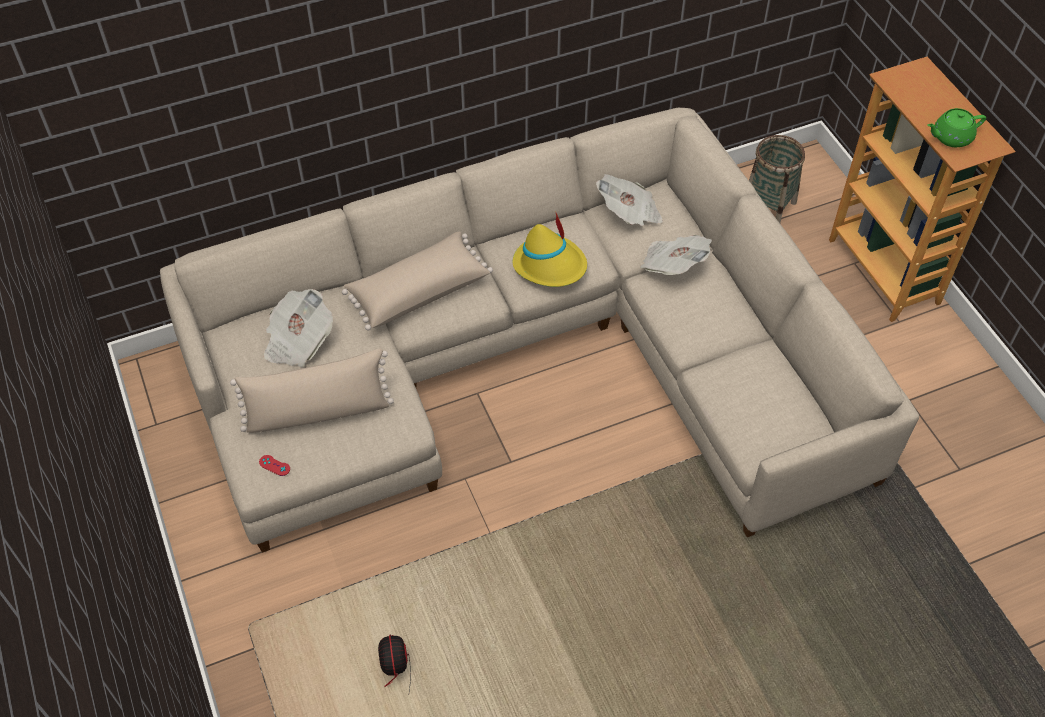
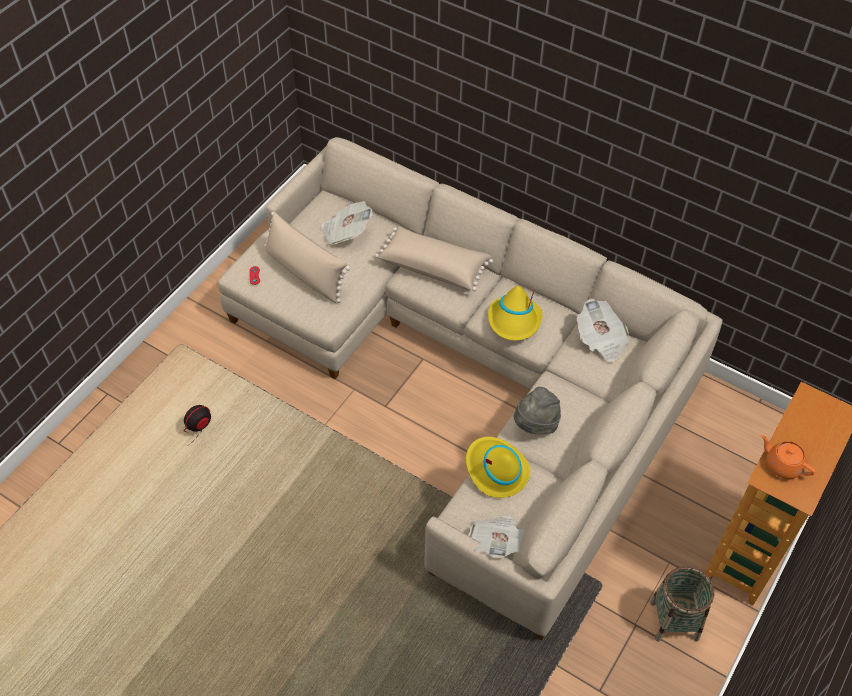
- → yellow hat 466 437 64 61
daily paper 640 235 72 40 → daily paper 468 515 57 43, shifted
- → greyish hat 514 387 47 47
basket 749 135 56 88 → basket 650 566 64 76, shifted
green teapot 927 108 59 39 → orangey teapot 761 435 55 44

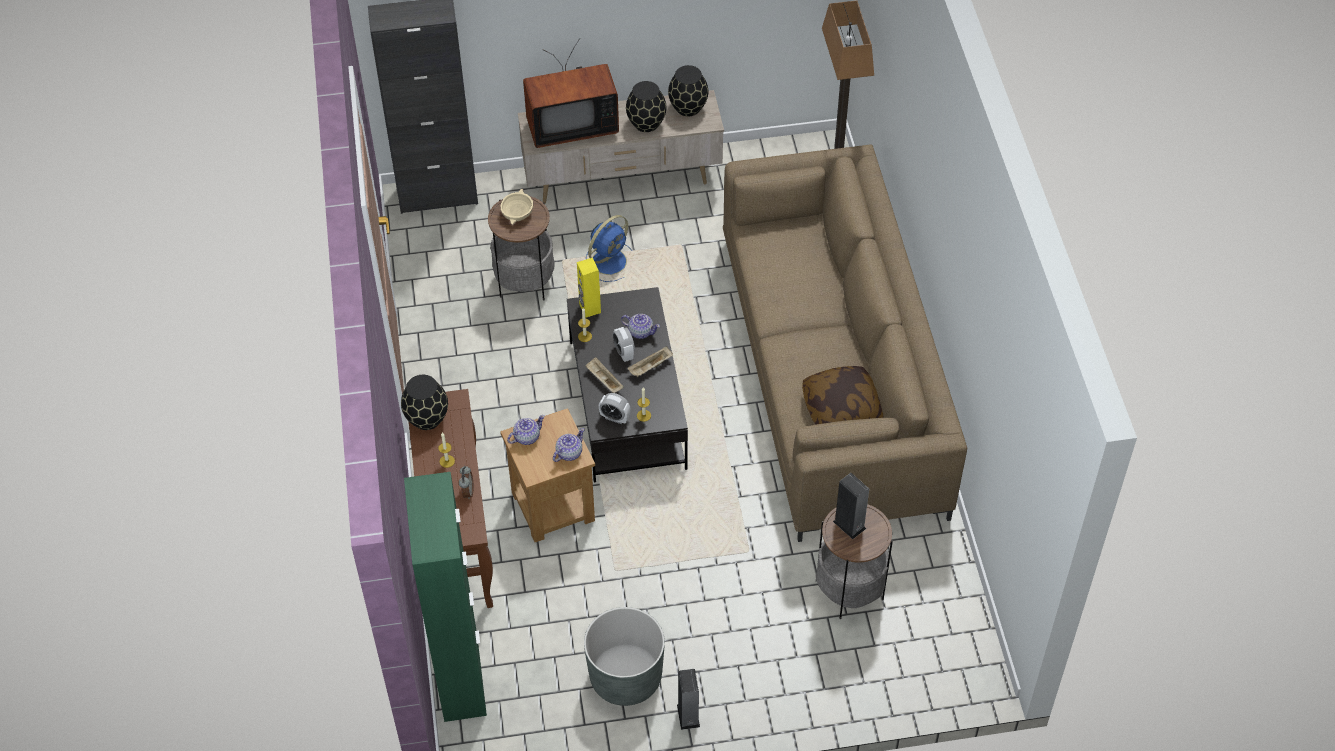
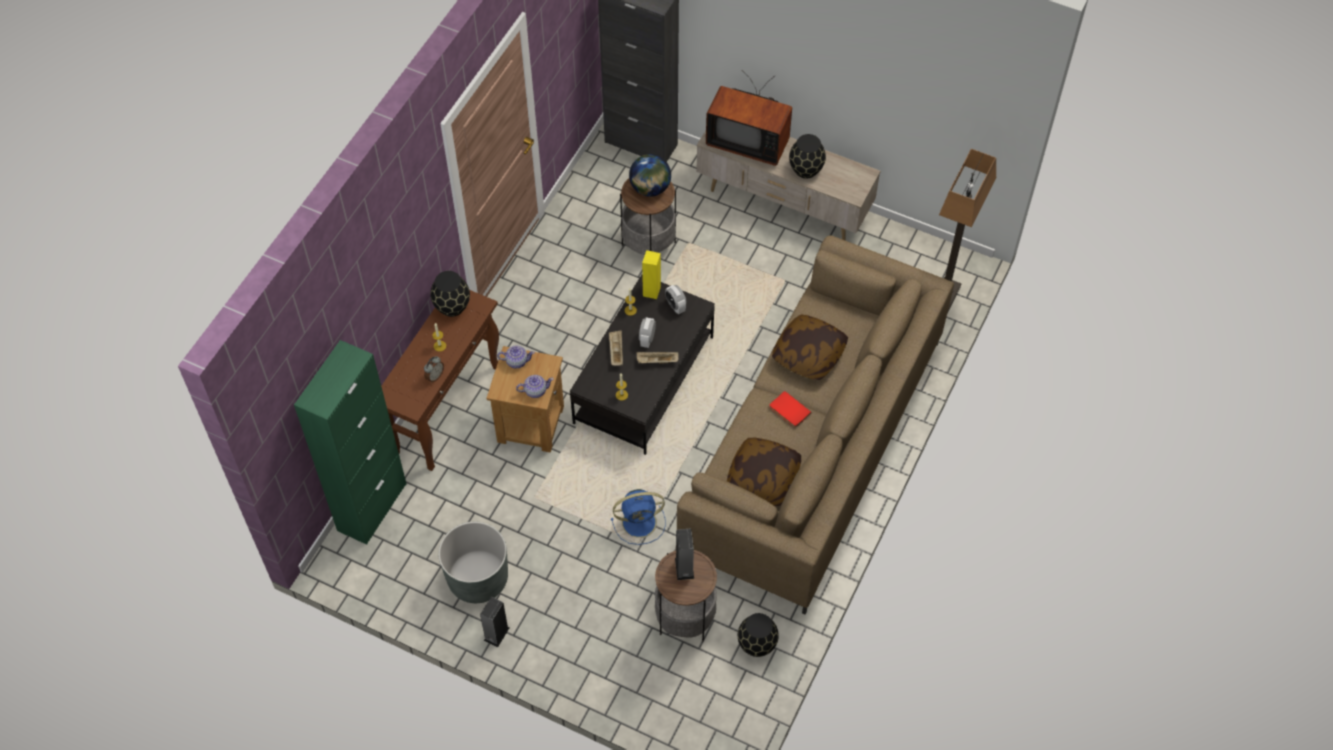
bluish electric fan 586 215 47 67 → bluish electric fan 611 489 55 56, shifted
sand-coloured deep dish 500 189 33 36 → desk globe 629 154 42 43
bedside clock 599 393 32 31 → bedside clock 665 285 22 30, shifted
black-coloured vase 668 65 40 51 → black-coloured vase 738 613 41 44, shifted
- → red volume 769 391 42 37
- → throw pillow 772 315 76 65
teapot 621 314 39 25 → -

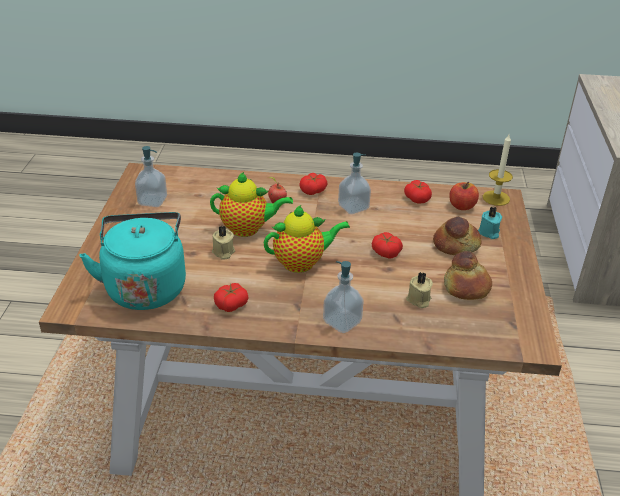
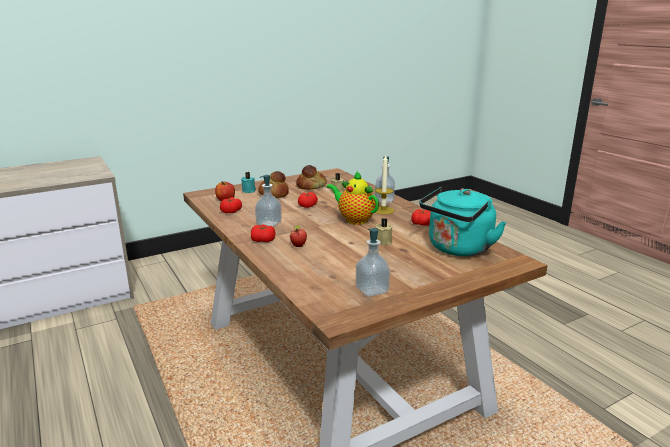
candle 483 134 30 72 → candle 375 154 19 60, shifted
teapot 210 172 83 65 → -

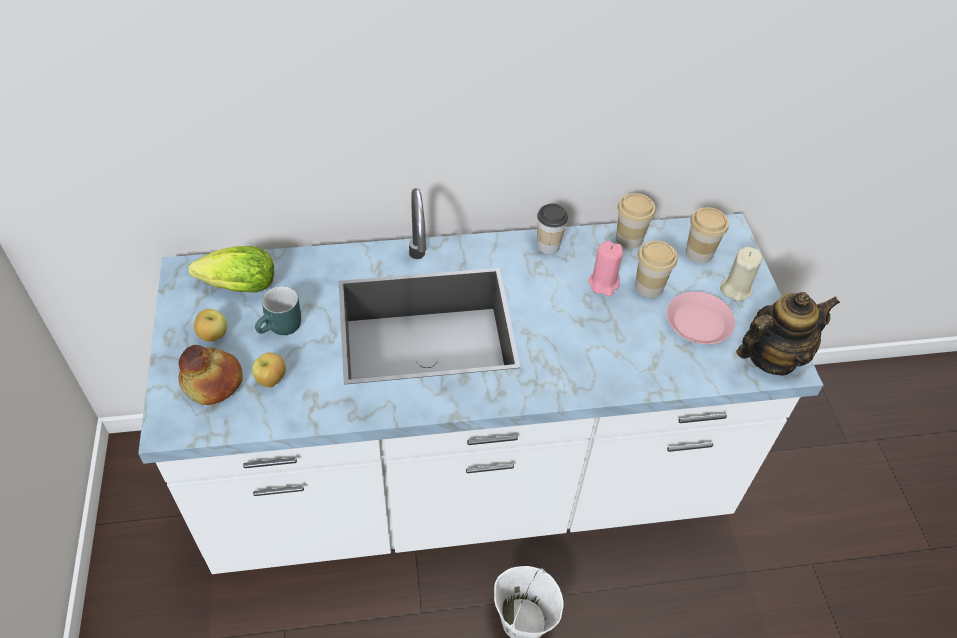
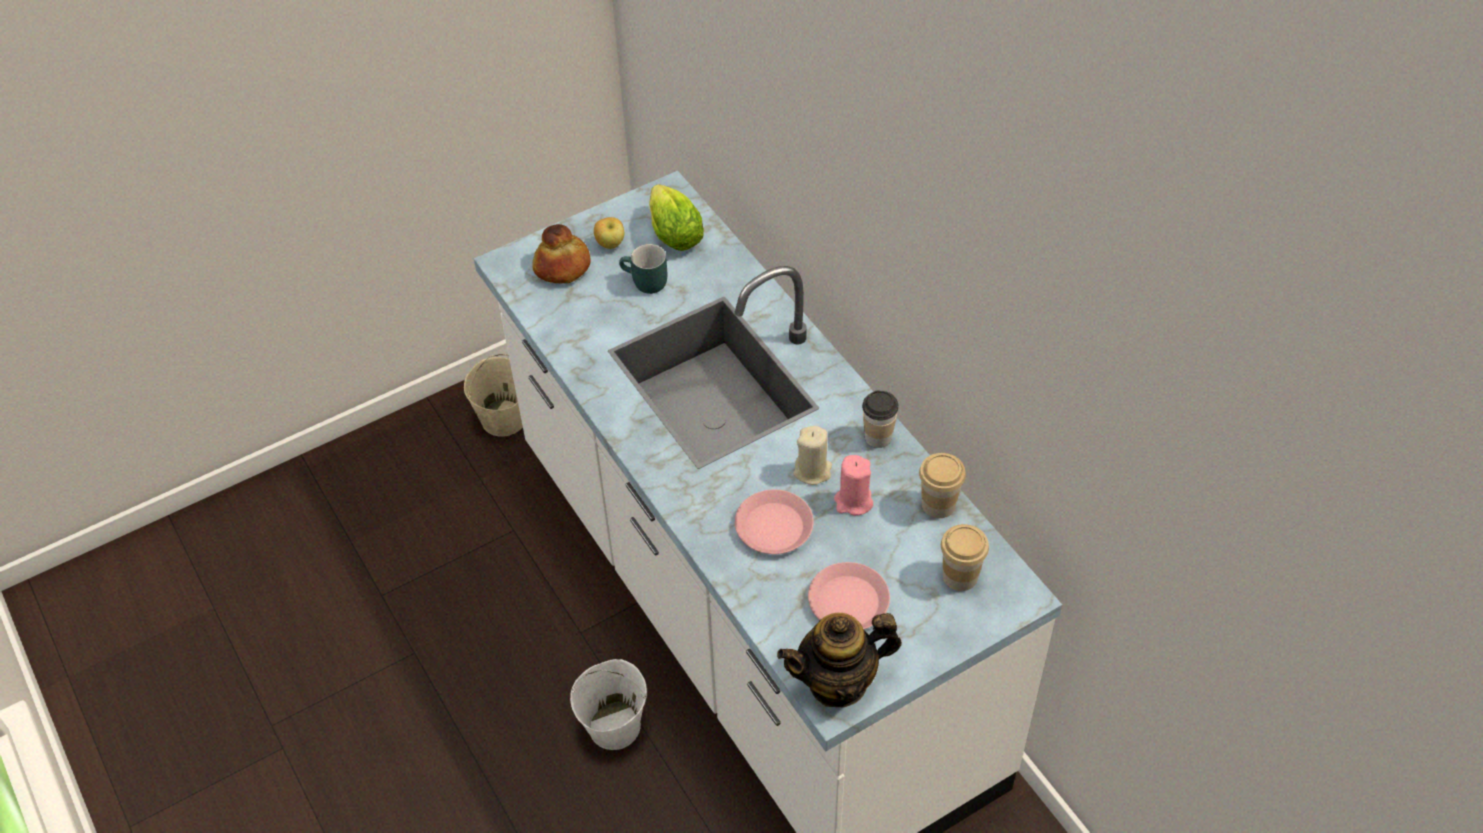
- → sand-coloured pail 464 354 59 83
- → pinkish flat dish 735 490 79 64
teapot 736 292 104 84 → teapot 777 613 125 95, 120 degrees clockwise
sand-coloured candle 720 247 43 54 → sand-coloured candle 793 426 39 59, shifted
apple 252 353 34 35 → -
small cup 635 241 42 57 → -

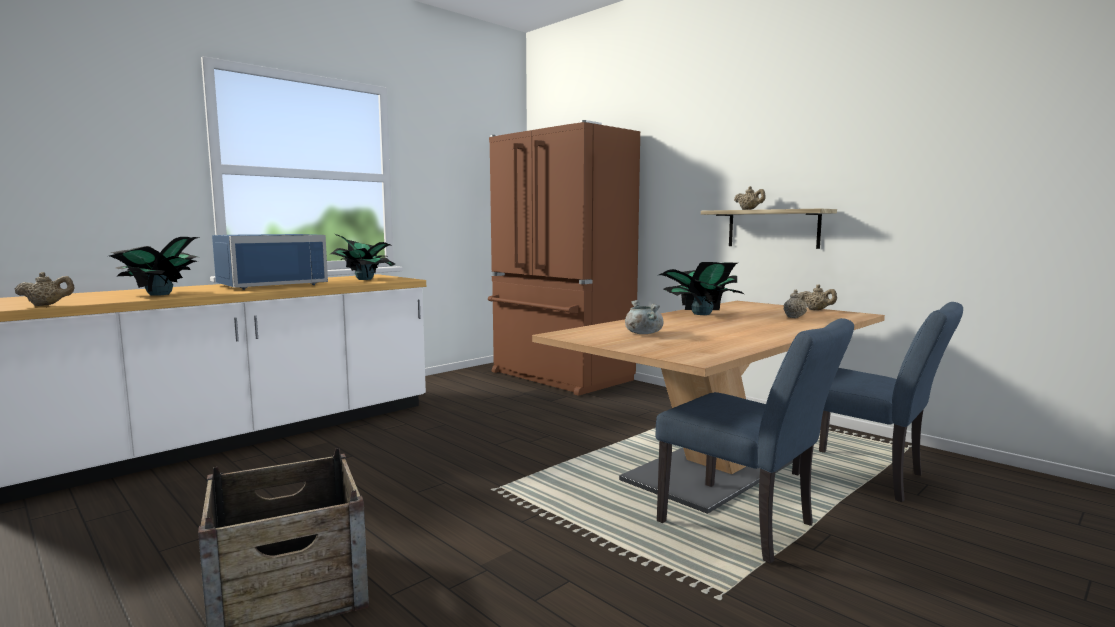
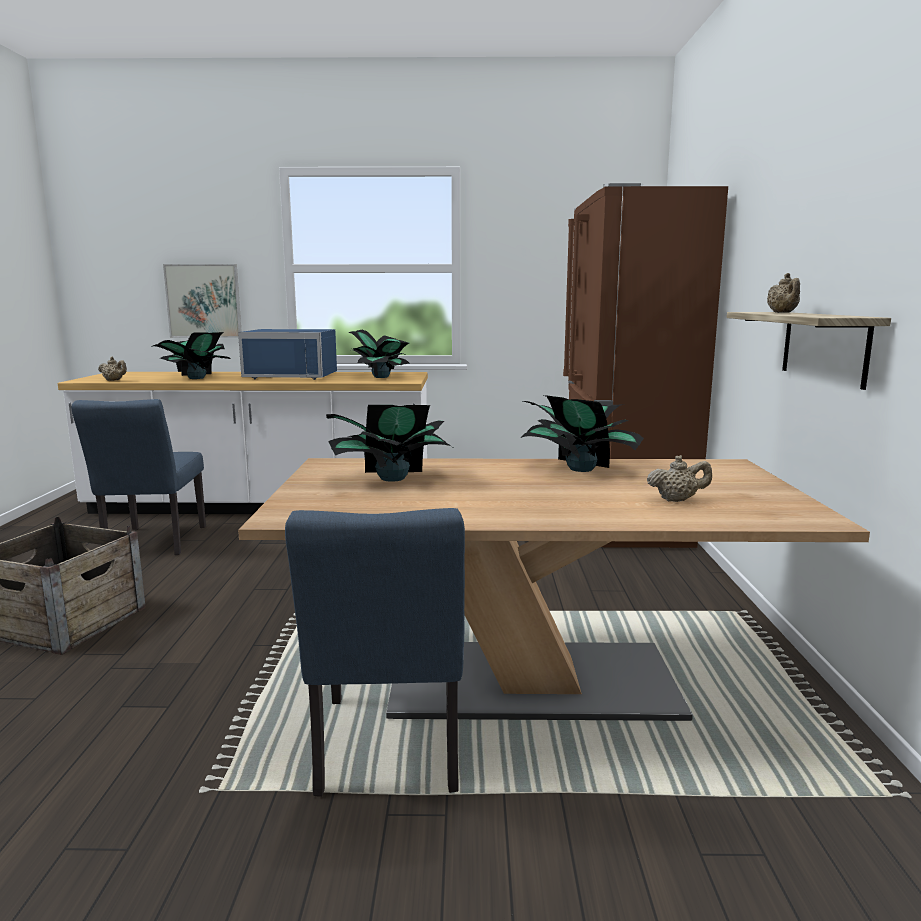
bluish upright chair 792 302 171 200 → bluish upright chair 72 399 134 156, shifted
- → picture 163 264 79 74
greyish cooking pot 625 300 39 34 → potted plant 326 405 129 77
sand-coloured teapot 804 284 33 26 → -

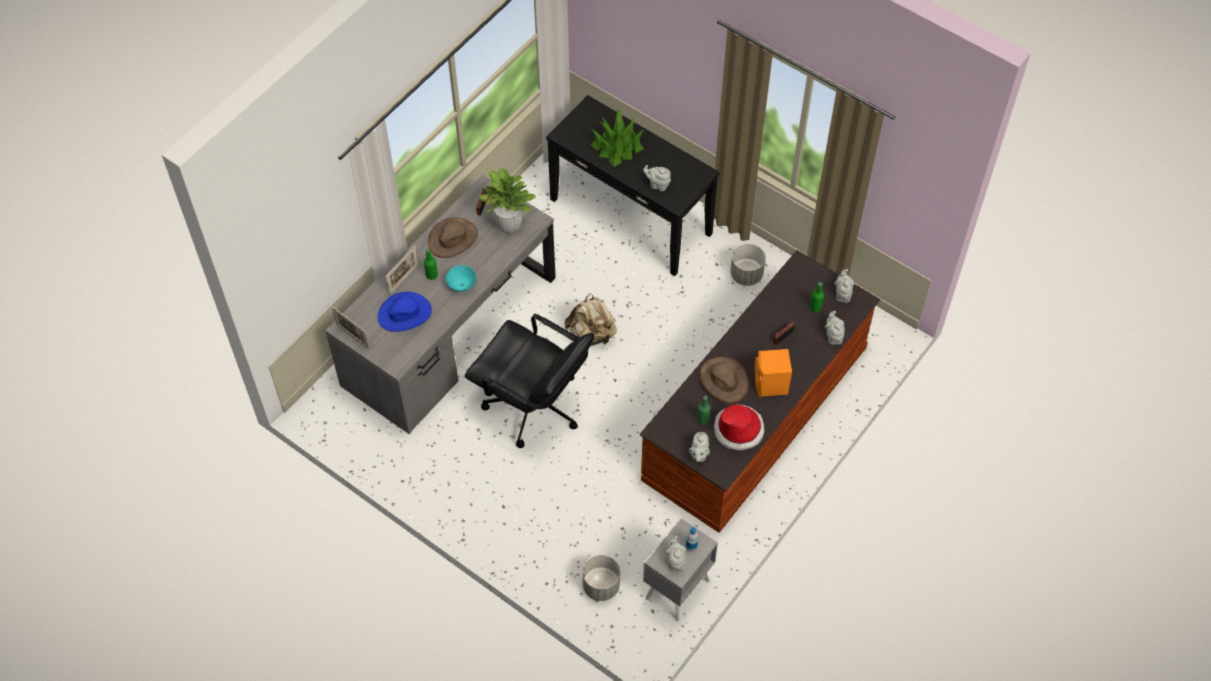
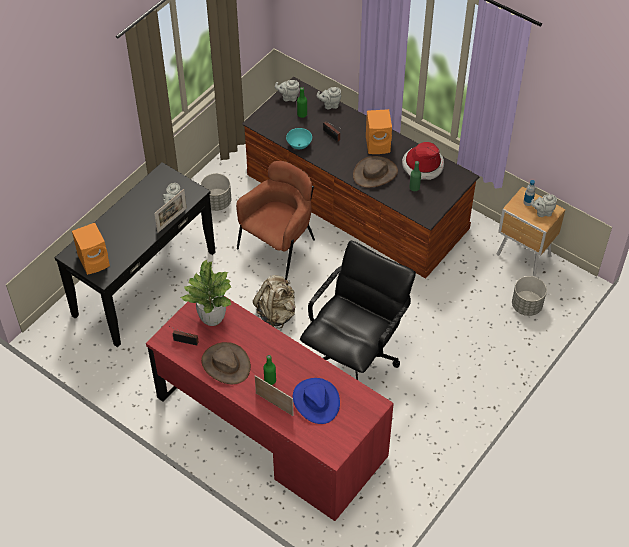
- → orangey audio speaker 72 223 38 52
greyish desk 325 175 231 259 → red desk 146 297 248 224
standing frame 332 306 38 44 → standing frame 154 189 33 44, shifted
- → brownish easy chair 236 161 79 119
blue-green deep dish 446 265 30 27 → blue-green deep dish 286 128 26 21, shifted
greyish night table 643 518 75 103 → brownish night table 497 187 69 89
potted plant 591 108 54 59 → -
greyish teapot 689 432 21 30 → -

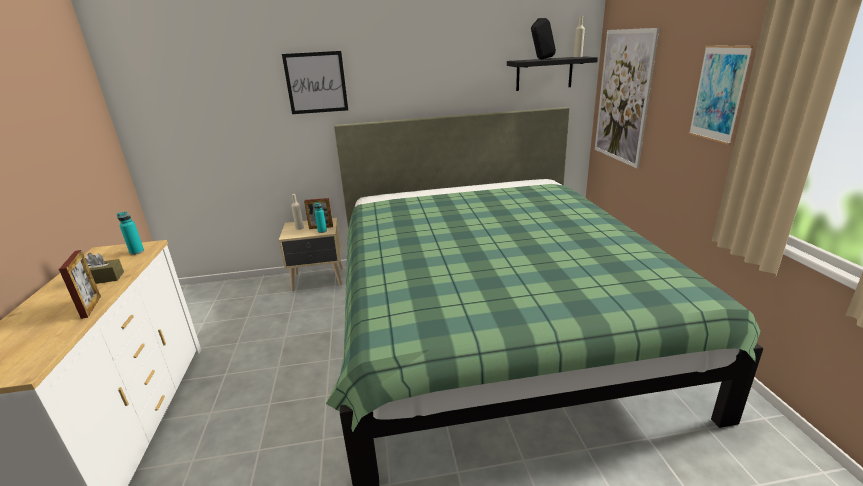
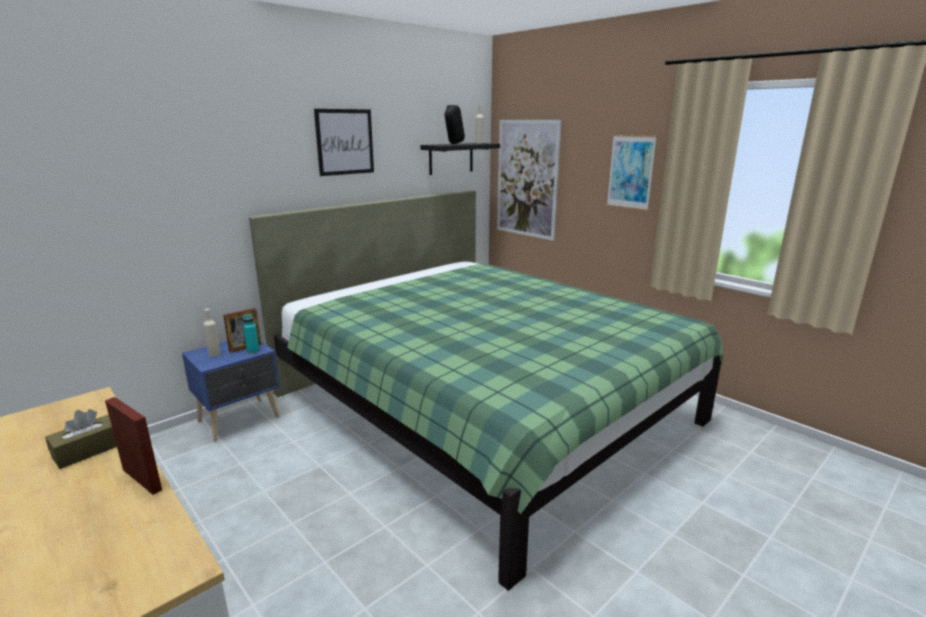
sand-coloured night table 279 218 64 73 → bluish night table 182 341 98 100
picture 282 51 66 63 → picture 314 109 60 67, shifted
blue-green bottle 117 212 27 43 → -

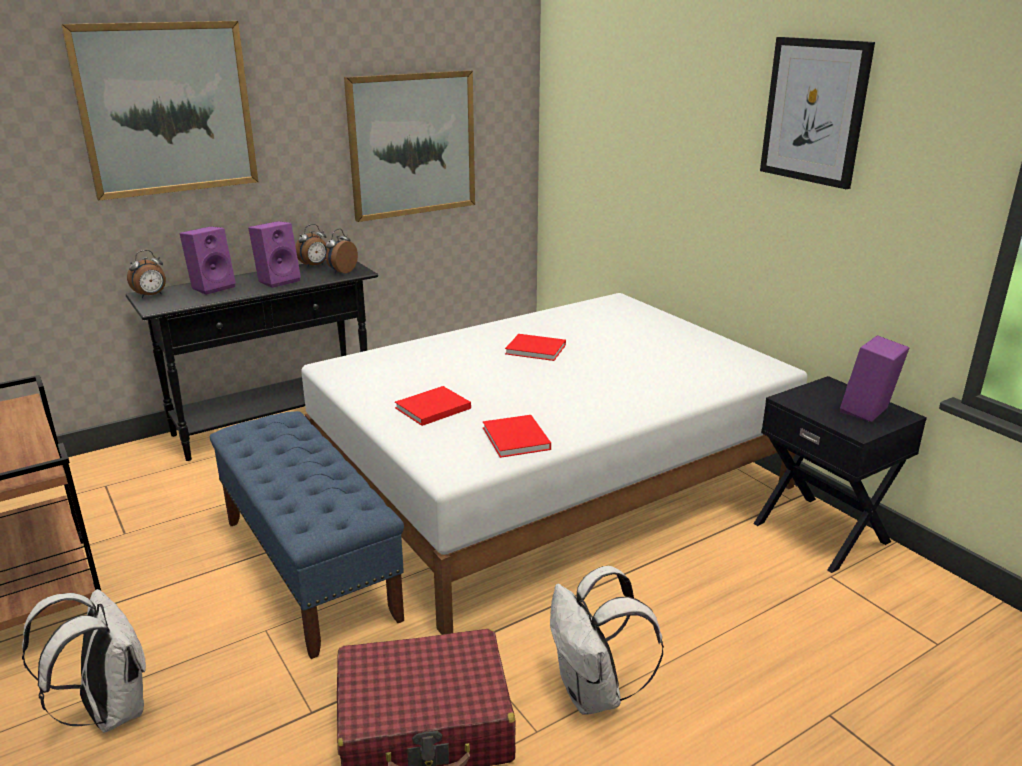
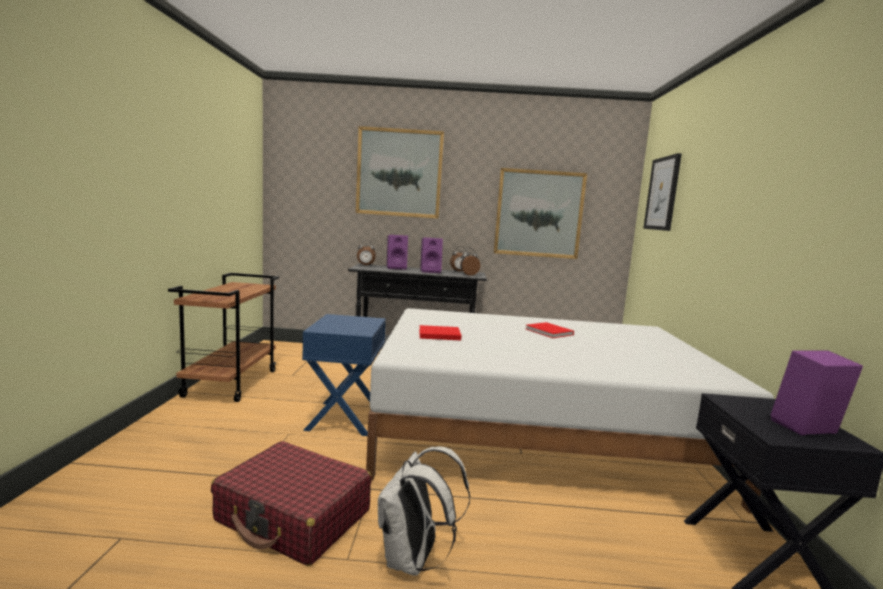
bluish bench 210 411 194 248 → bluish night table 302 314 84 122
picture 760 37 115 152 → picture 643 153 39 78, shifted
white-coloured rucksack 22 589 124 144 → -
red volume 483 415 68 43 → -

